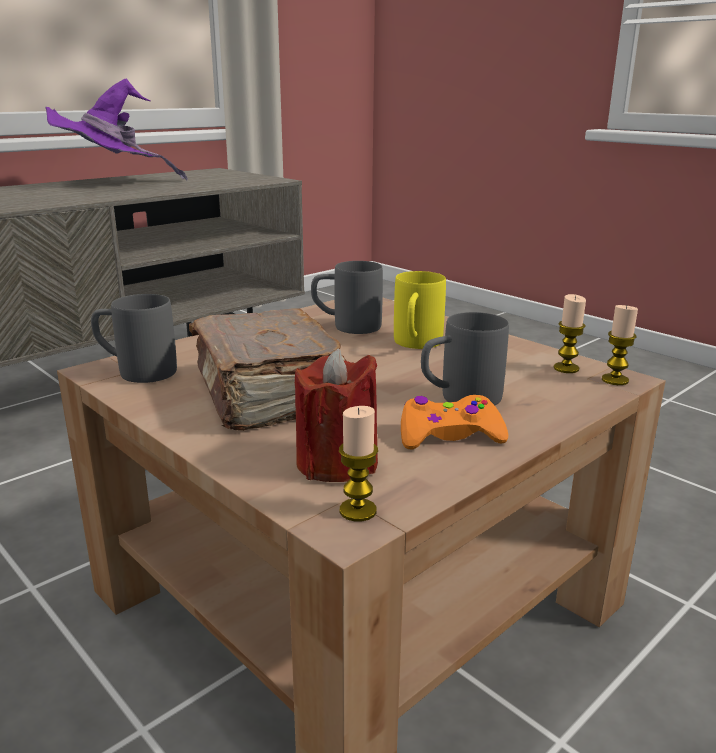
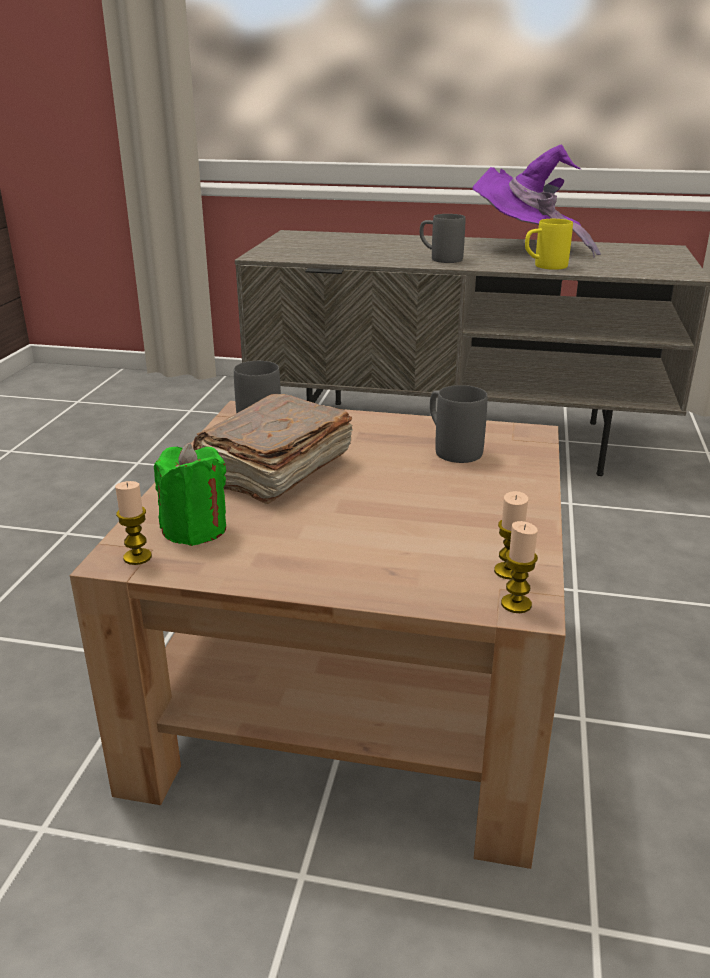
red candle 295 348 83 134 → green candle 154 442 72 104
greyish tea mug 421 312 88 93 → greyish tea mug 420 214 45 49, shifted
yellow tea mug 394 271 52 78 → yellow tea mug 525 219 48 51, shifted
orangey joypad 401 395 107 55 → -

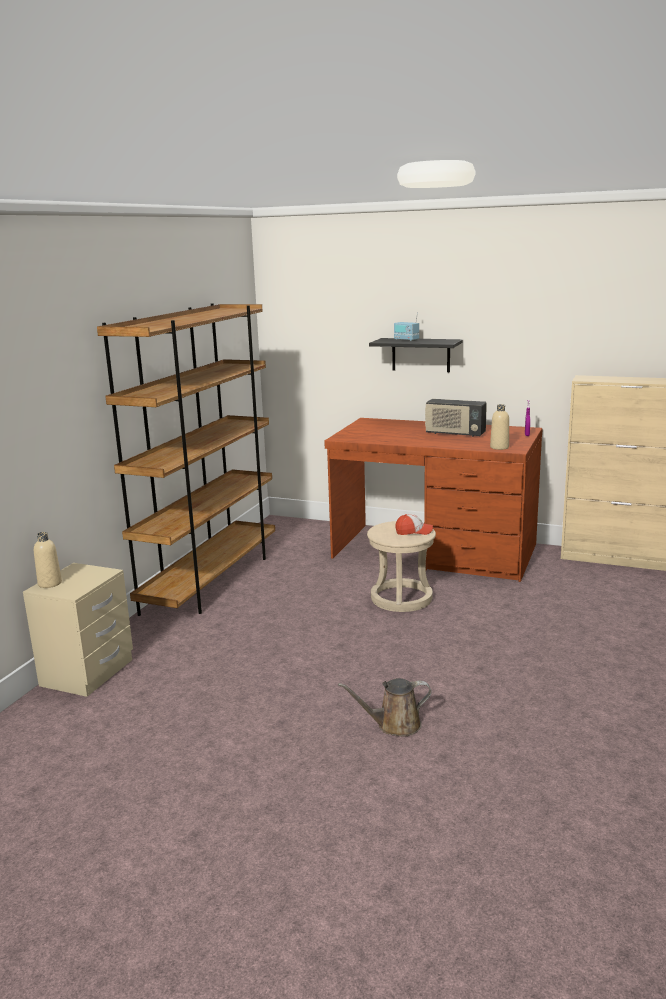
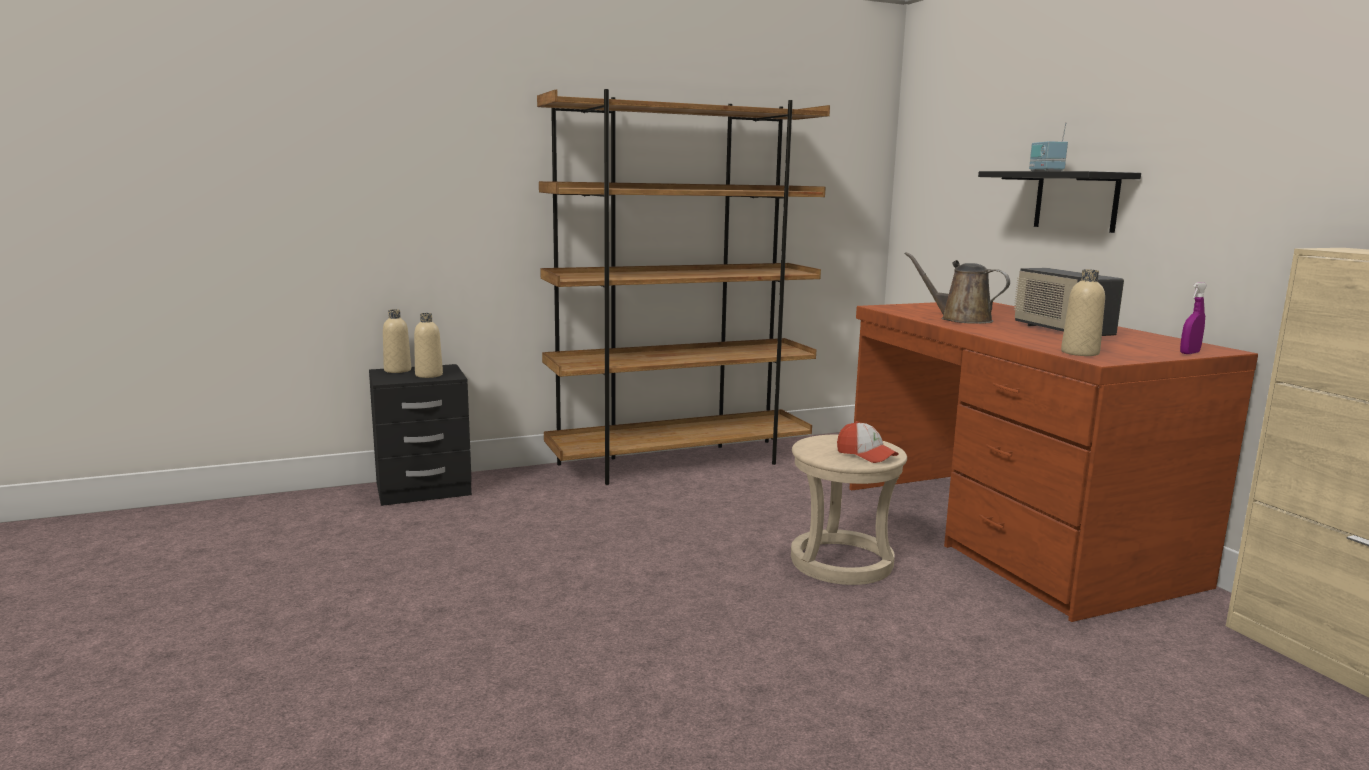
sand-coloured night table 23 563 110 134 → black-coloured night table 369 364 103 142
- → sand-coloured bottle 414 313 29 65
brownish sprinkling can 338 678 94 59 → brownish sprinkling can 904 252 106 72, shifted

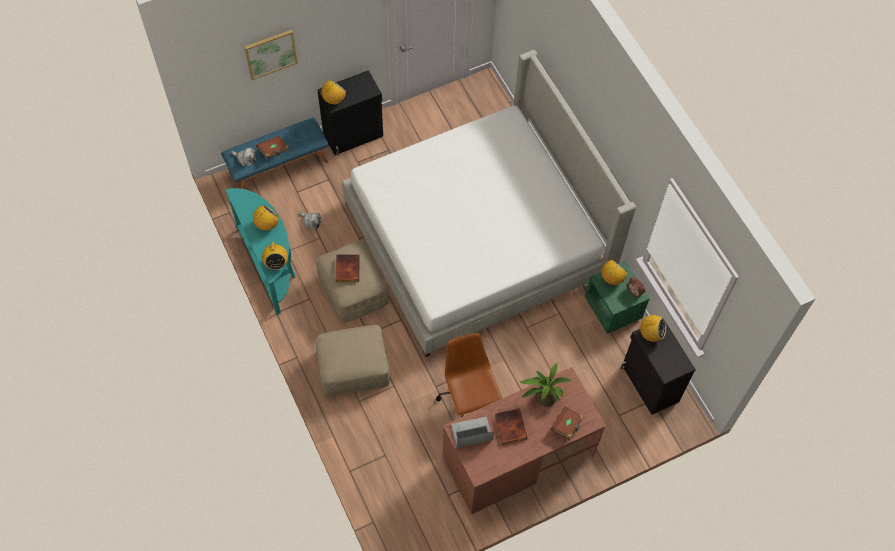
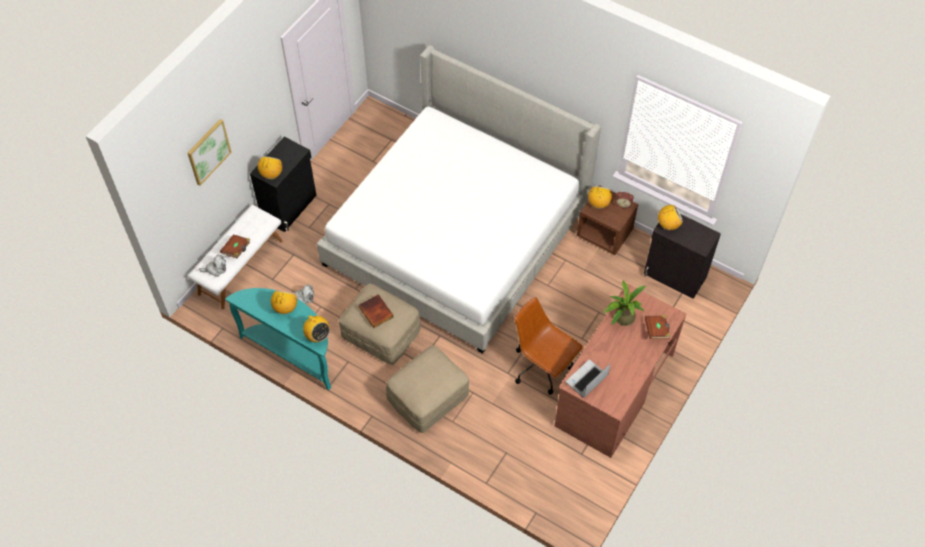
bluish bench 221 117 108 72 → white-coloured bench 188 205 94 104
green night table 585 261 65 73 → brownish night table 577 185 62 70
volume 495 409 32 36 → -

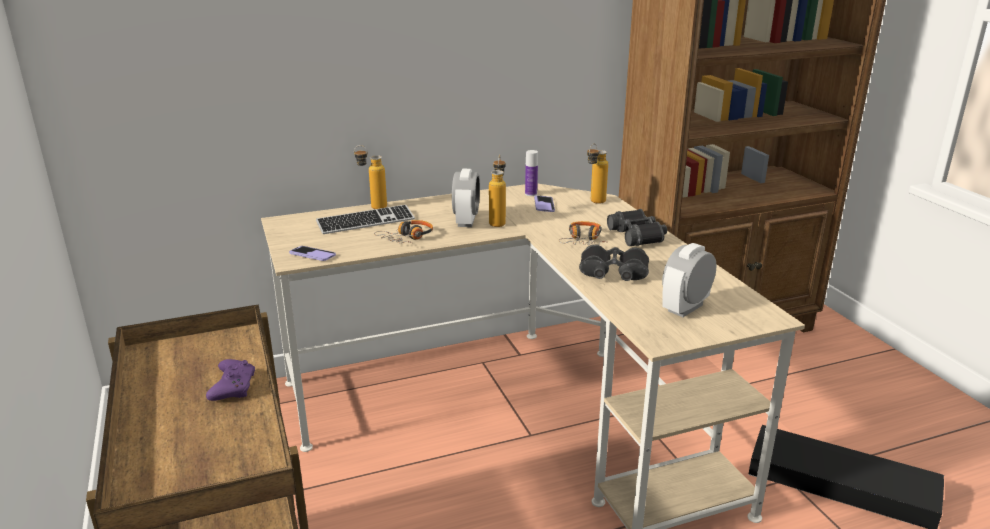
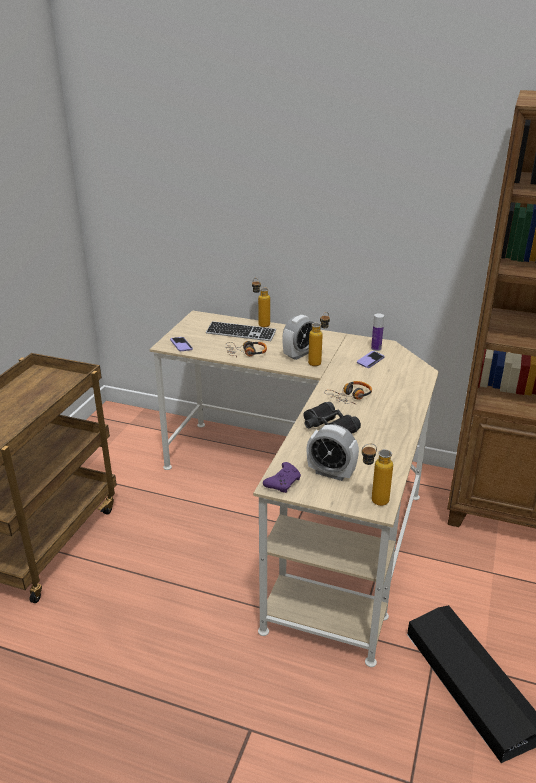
purple joypad 206 359 49 42 → purple joypad 263 462 38 31, shifted
bedside clock 662 243 55 74 → bedside clock 307 424 52 57, 150 degrees counterclockwise
bottle 587 144 21 60 → bottle 361 443 32 63, shifted
black-coloured binoculars 607 209 60 37 → -

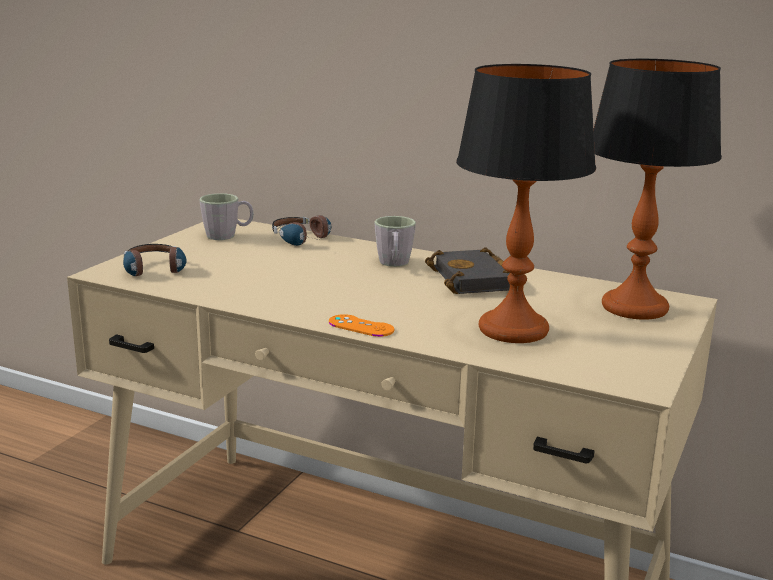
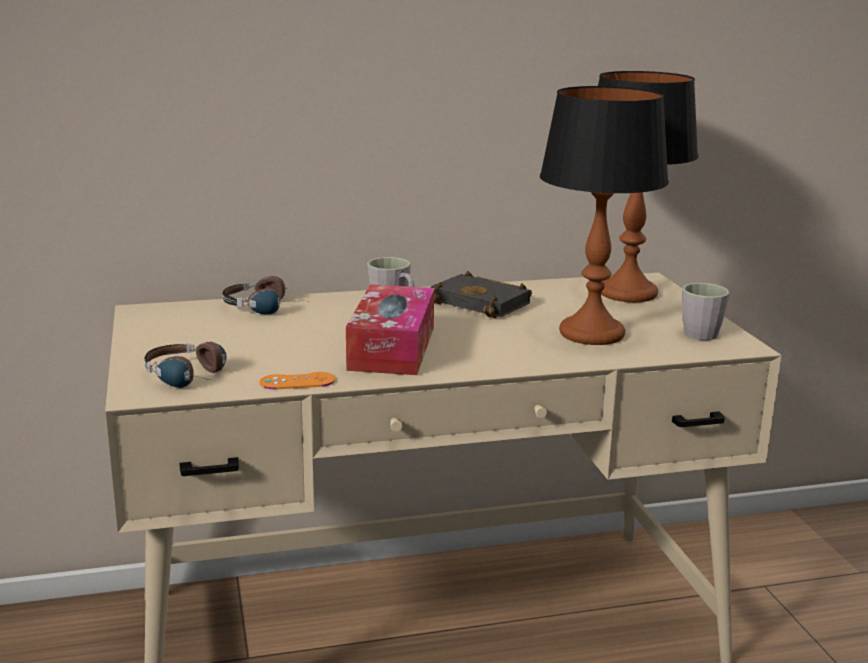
orangey joypad 329 314 65 23 → orangey joypad 259 372 76 18, shifted
- → tissue holder 346 285 88 90
greyish tea mug 199 193 55 47 → greyish tea mug 682 283 48 57, shifted

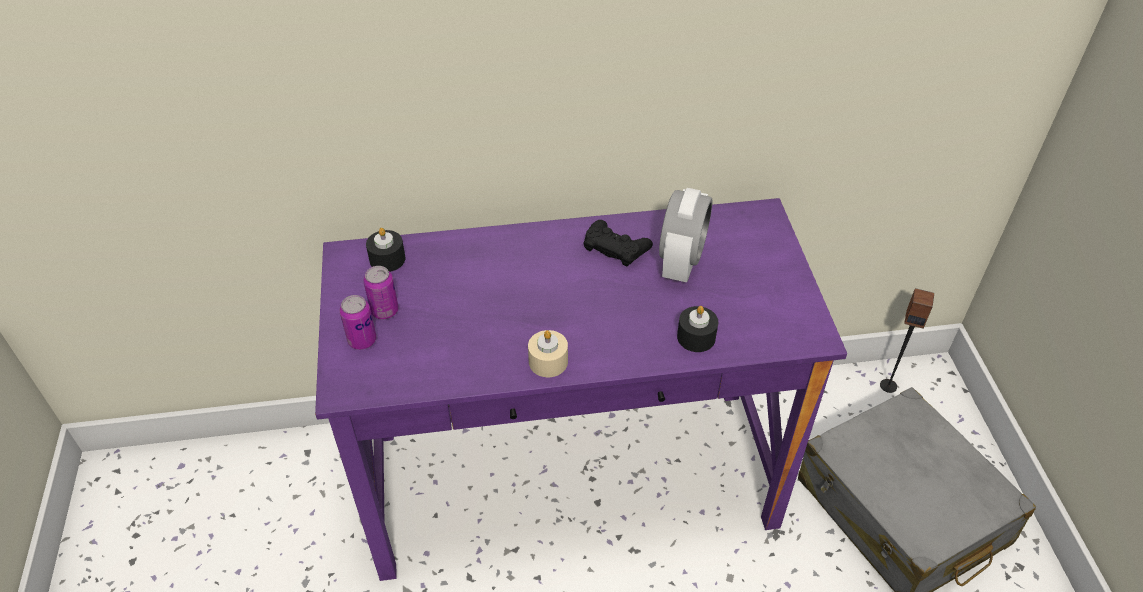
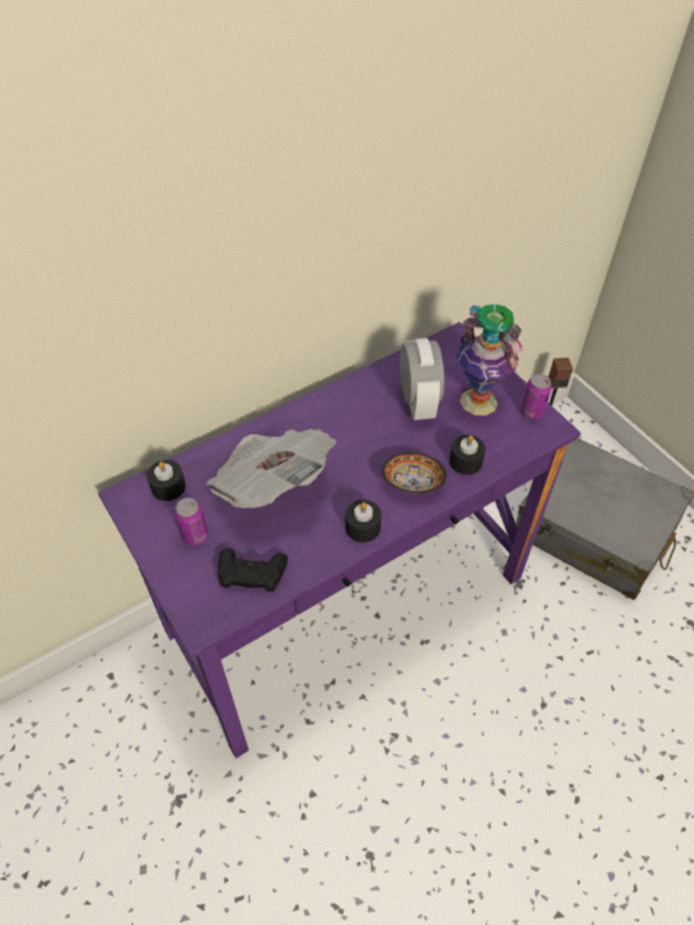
- → daily paper 206 428 130 80
black-coloured joypad 583 220 70 47 → black-coloured joypad 218 548 70 44, shifted
sand-coloured candle 528 330 40 47 → black-coloured candle 345 500 36 42
- → deep dish 381 452 66 42
- → vase 456 304 66 112
can 340 295 36 55 → can 521 374 31 45, shifted

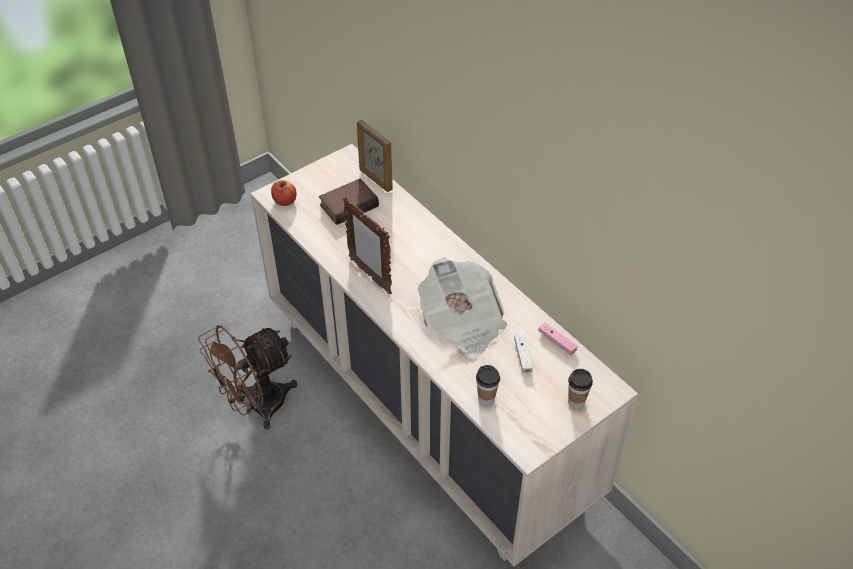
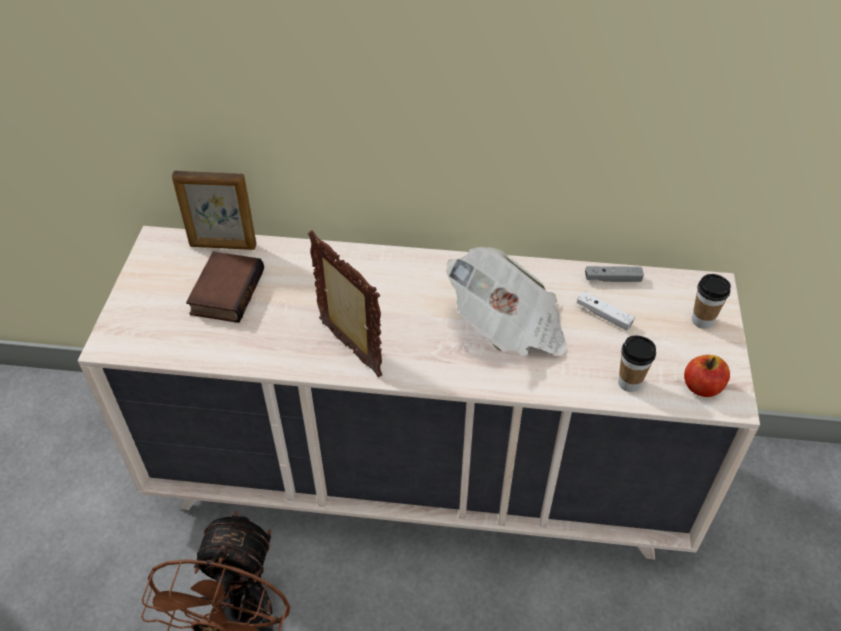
standing frame 343 197 49 97 → standing frame 308 230 74 147, 135 degrees counterclockwise
pinkish joypad 538 323 40 32 → greyish joypad 585 266 59 16
apple 271 180 25 26 → apple 684 355 46 42, shifted

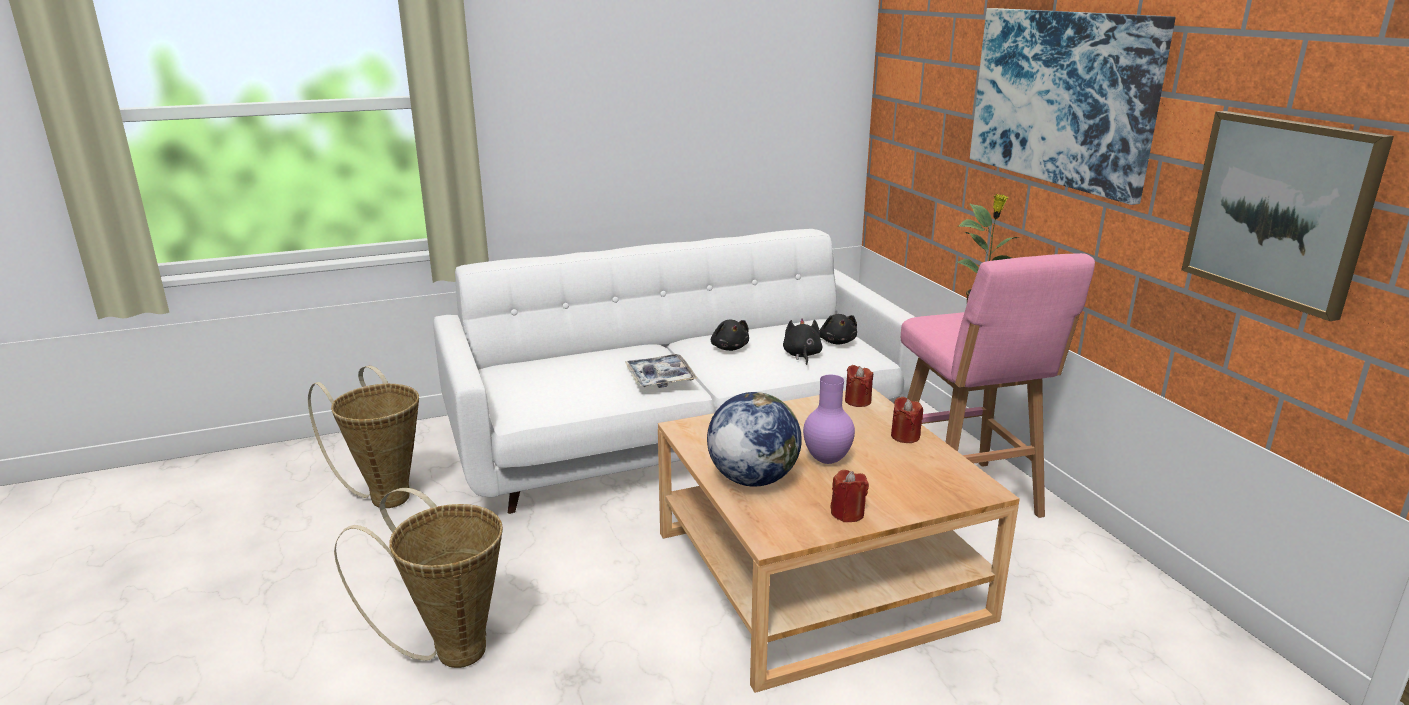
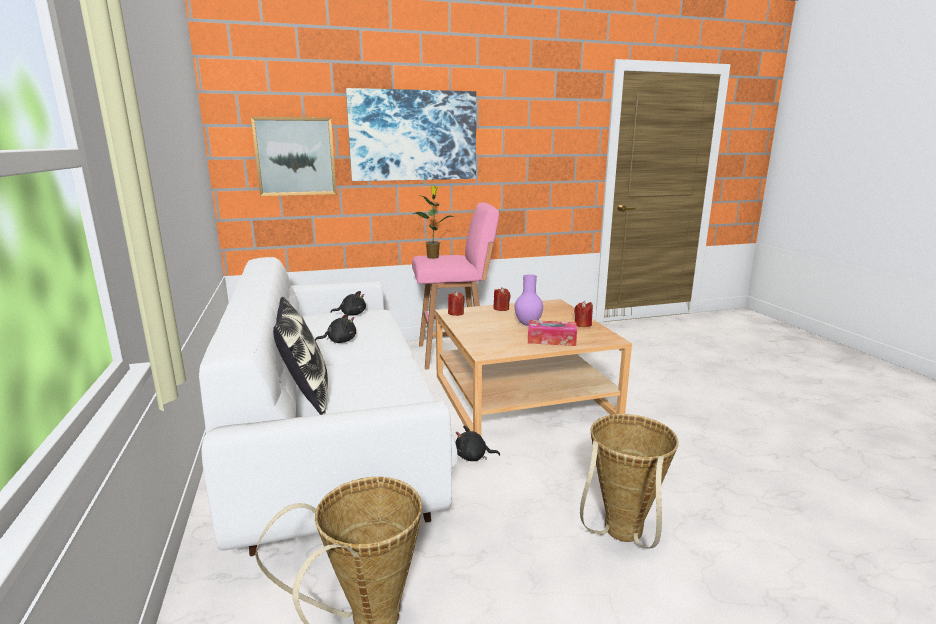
picture 1181 111 213 210 → picture 251 117 86 79, shifted
- → throw pillow 273 297 55 118
black-coloured soft toy 783 319 39 46 → black-coloured soft toy 455 426 45 35, shifted
desk globe 707 392 95 95 → tissue holder 528 320 49 26
carrying tray 625 354 72 34 → -

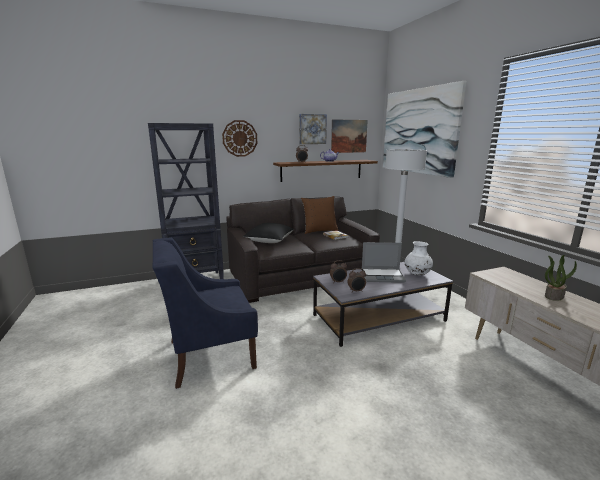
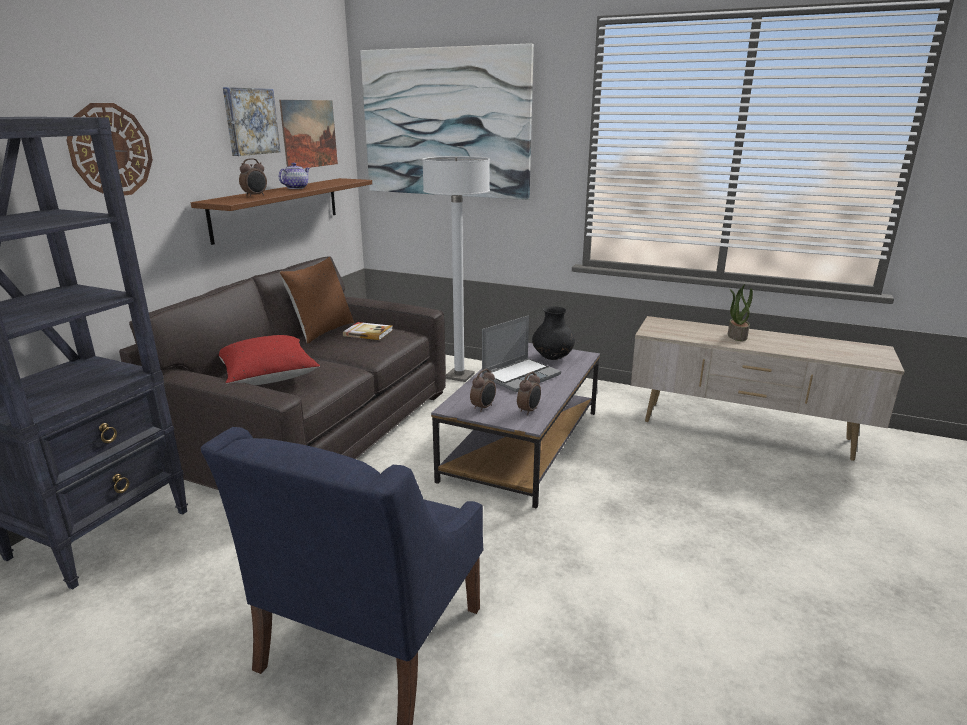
black-coloured throw pillow 243 223 51 20 → red throw pillow 219 335 101 50
white-coloured vase 404 241 29 34 → black-coloured vase 532 306 43 54

